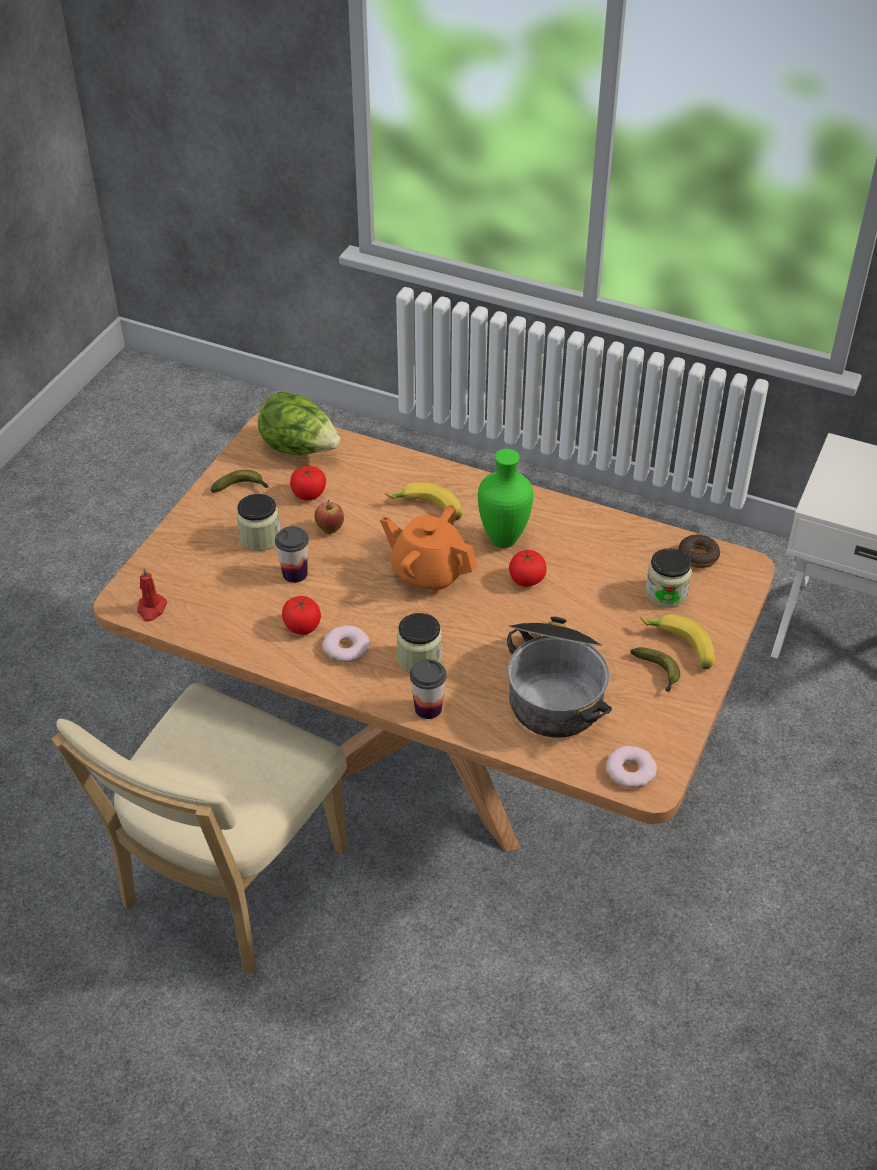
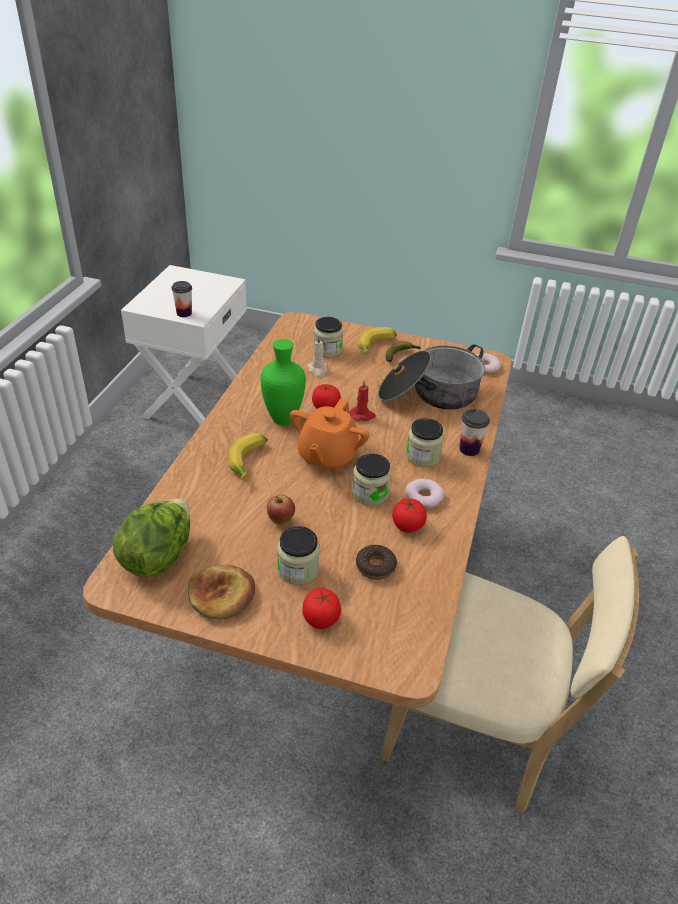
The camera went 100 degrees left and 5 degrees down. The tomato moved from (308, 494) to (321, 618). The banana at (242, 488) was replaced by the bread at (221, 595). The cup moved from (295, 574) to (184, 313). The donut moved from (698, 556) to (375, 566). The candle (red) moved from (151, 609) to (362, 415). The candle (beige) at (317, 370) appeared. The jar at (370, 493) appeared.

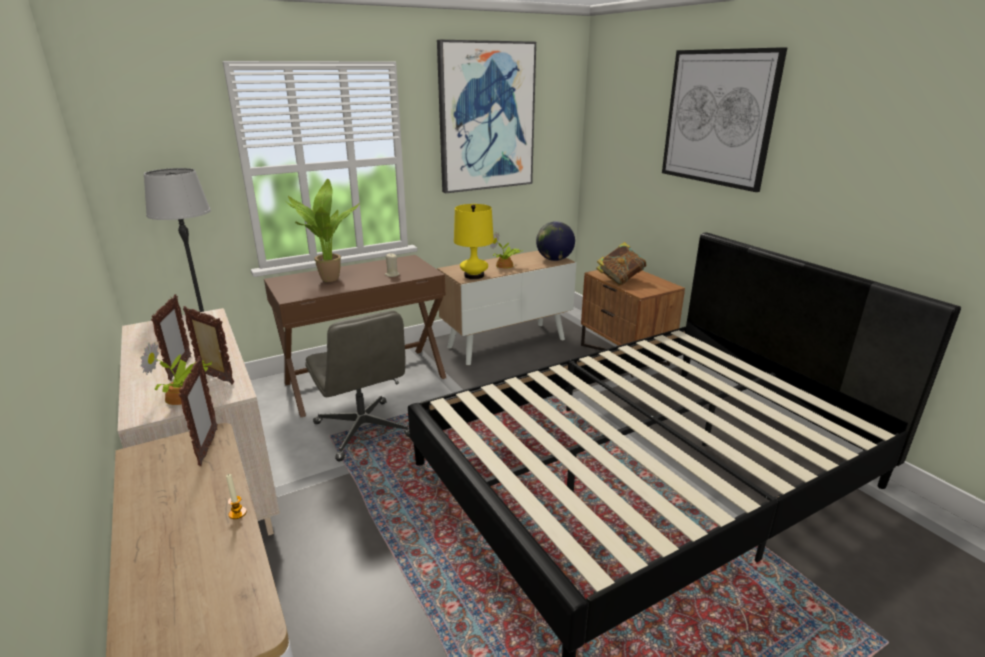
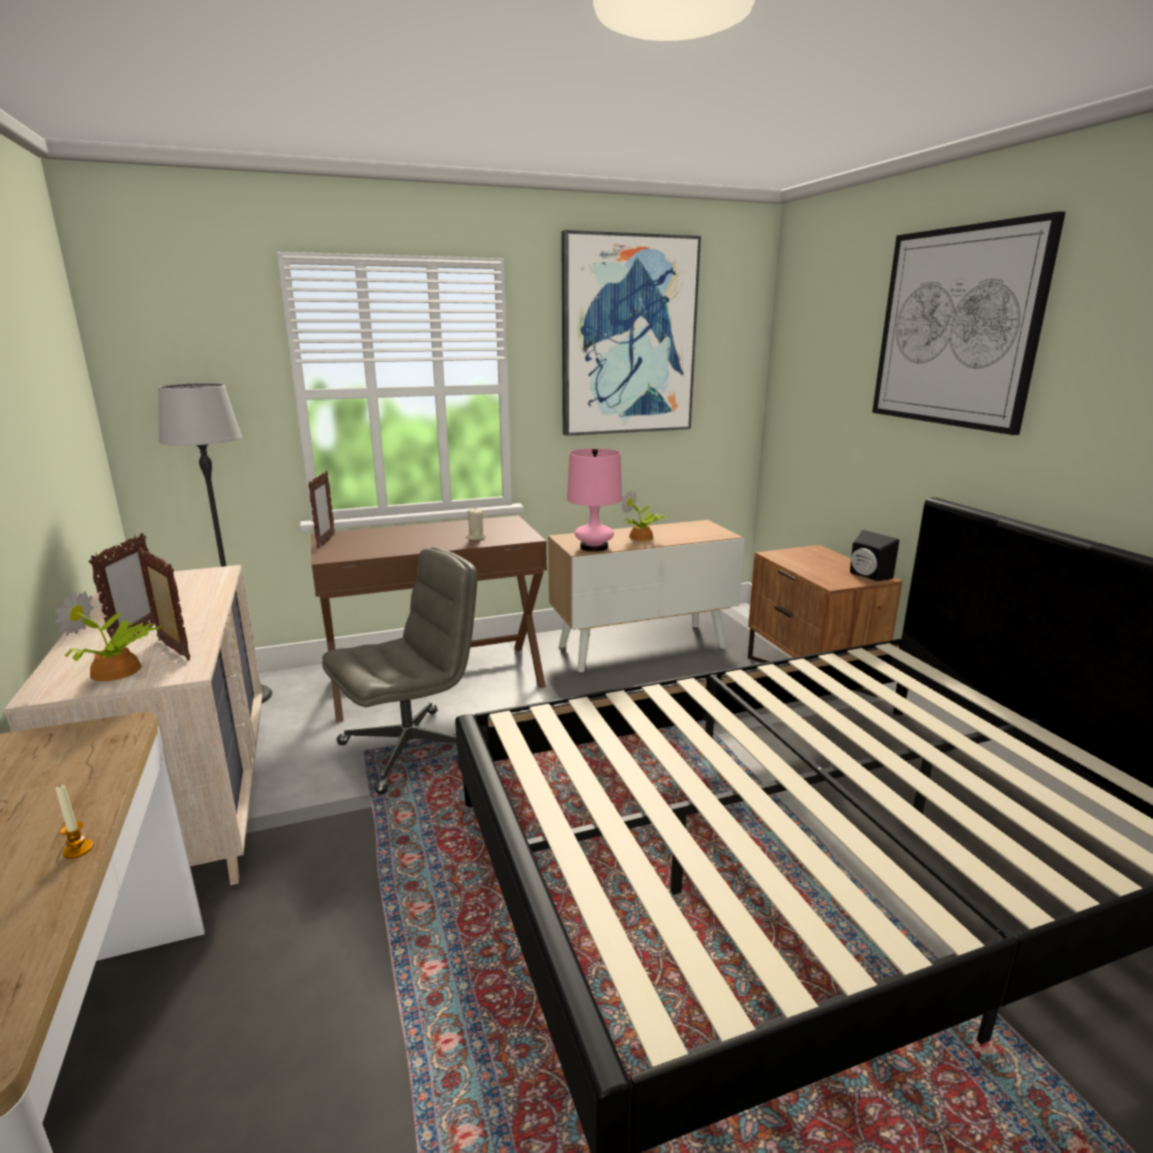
The camera went 10 degrees right and 5 degrees down. The potted plant at (327, 279) disappeared. The table lamp (yellow) at (474, 276) became the table lamp (pink) at (594, 547). The globe at (554, 259) disappeared. The book at (620, 280) disappeared. The office chair (grey) at (364, 430) turned 105 degrees counterclockwise. The picture frame moved from (208, 447) to (325, 542). The speaker (black) at (867, 576) appeared.

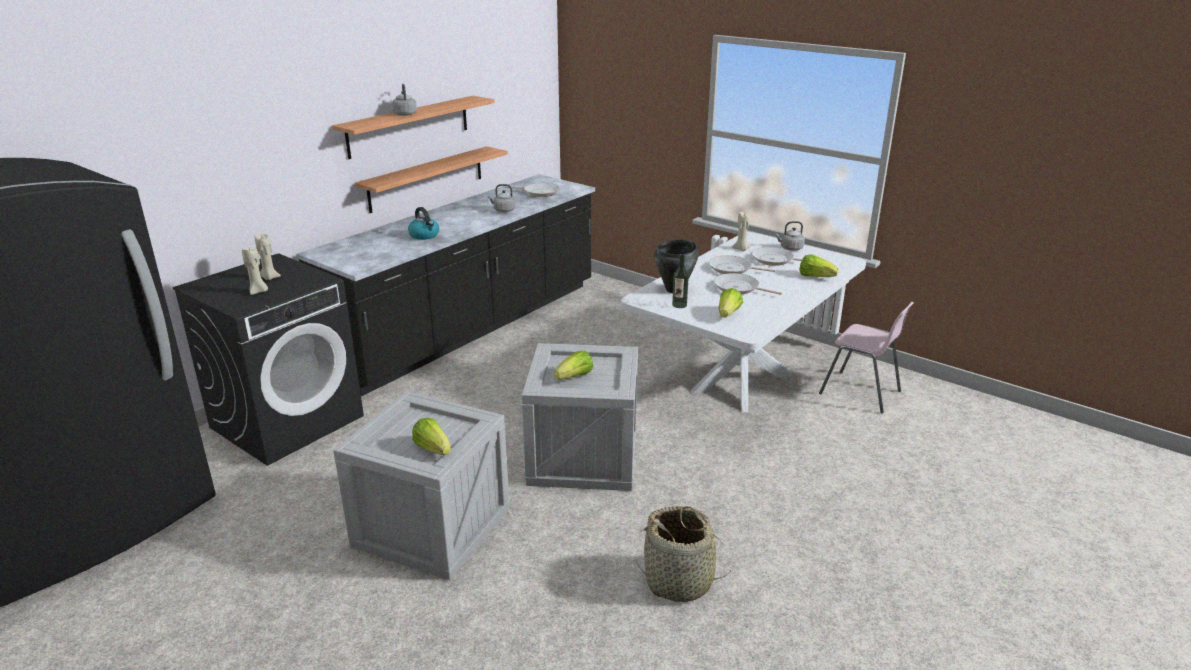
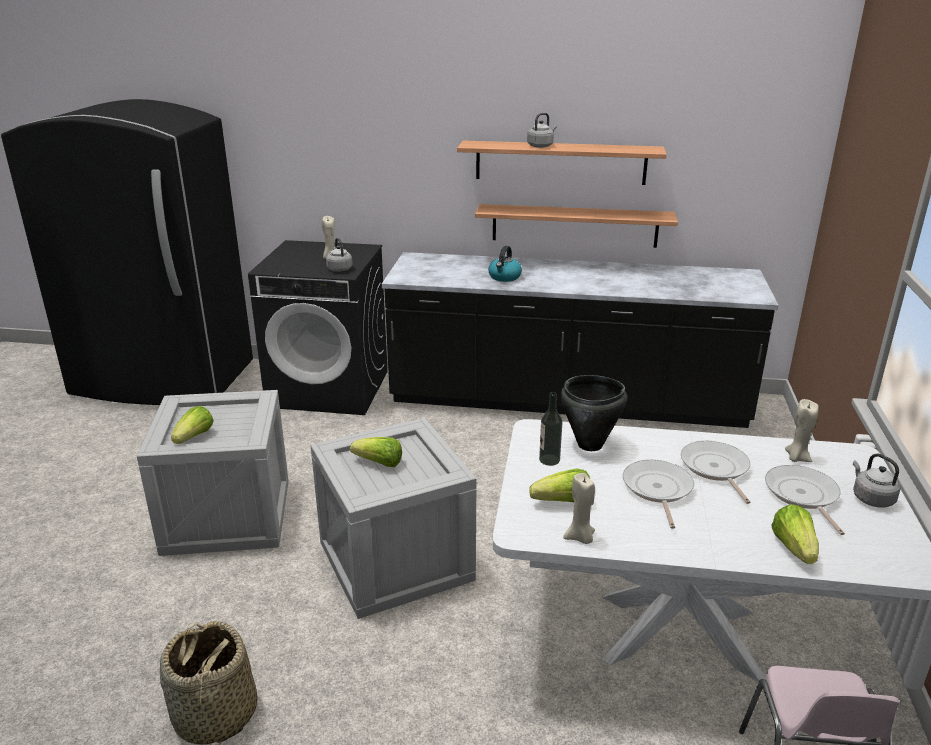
The camera went 60 degrees right and 0 degrees up. The frying pan at (539, 192) disappeared. The kettle (grey) moved from (503, 210) to (339, 269). The candle (beige) moved from (258, 292) to (580, 538).

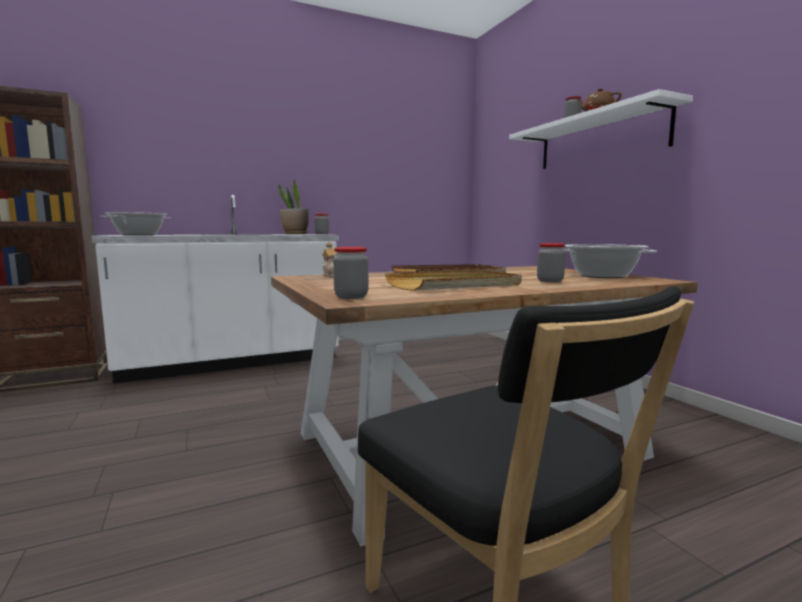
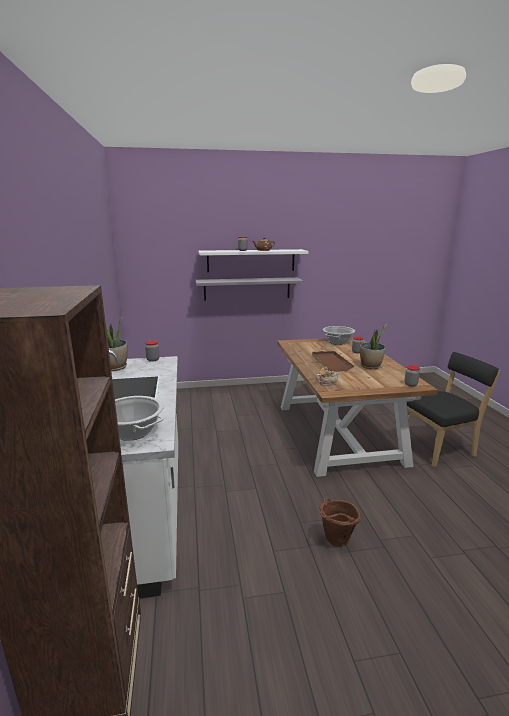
The camera went 75 degrees left and 10 degrees up. The tray (beige) at (455, 285) was replaced by the potted plant at (370, 366). The shelf (grey) at (247, 288) appeared. The bucket (brown) at (335, 542) appeared.

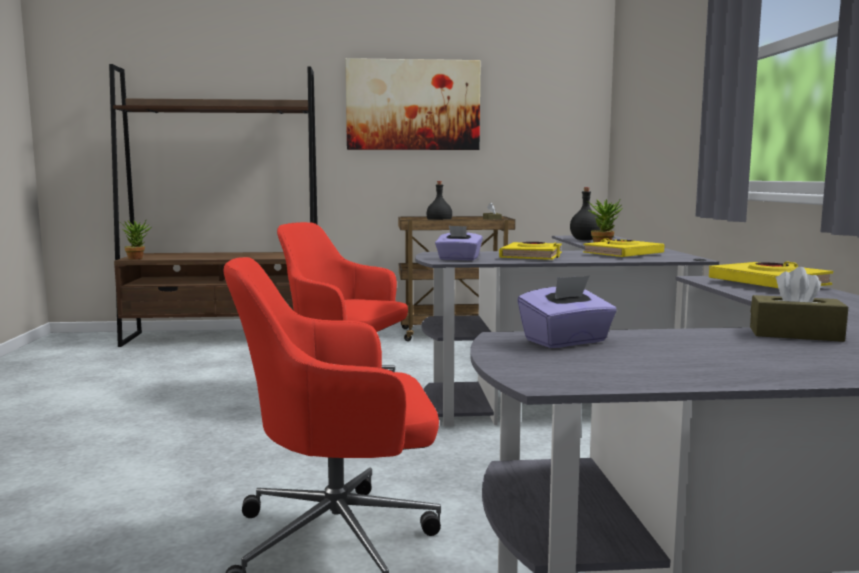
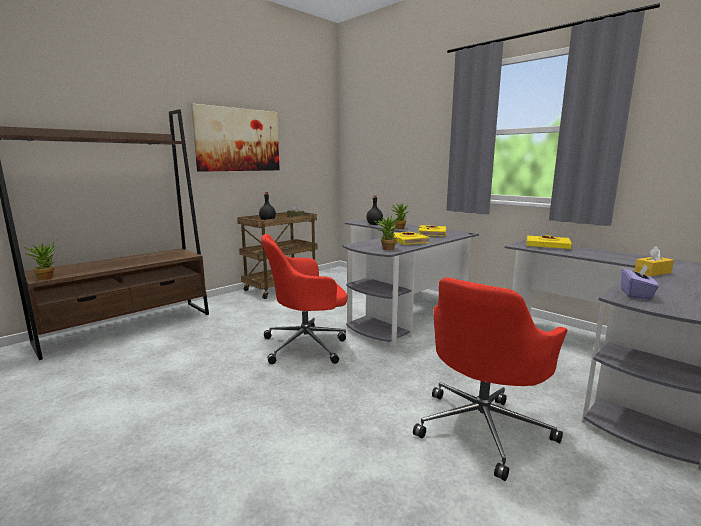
The camera went 40 degrees left and 5 degrees up. The tissue box (purple) at (458, 259) was replaced by the potted plant at (386, 248). The tissue box (brown) at (795, 334) became the tissue box (yellow) at (652, 272).

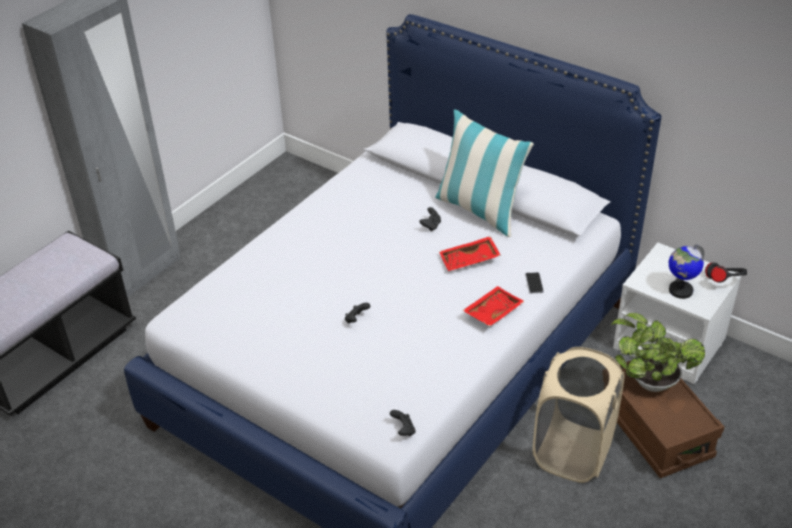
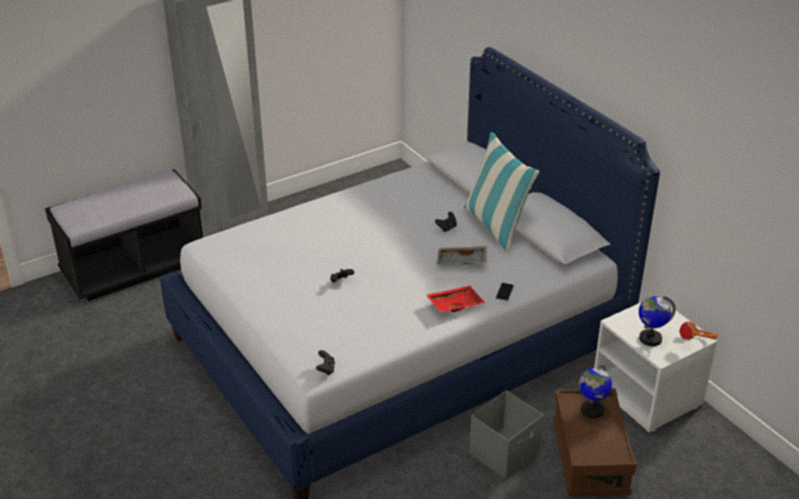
The camera went 20 degrees right and 5 degrees down. The tray (red) at (469, 260) became the tray (grey) at (461, 262). The headphones (black) at (724, 282) became the headphones (orange) at (696, 342). The potted plant at (649, 381) was replaced by the globe at (592, 410). The laundry basket (beige) at (572, 452) was replaced by the storage box (grey) at (505, 453).

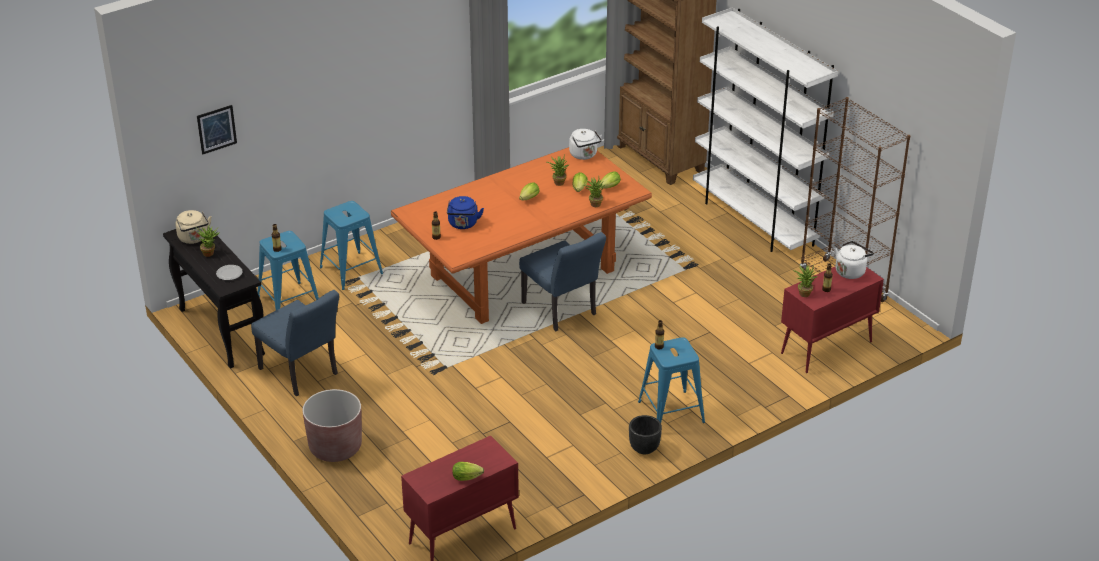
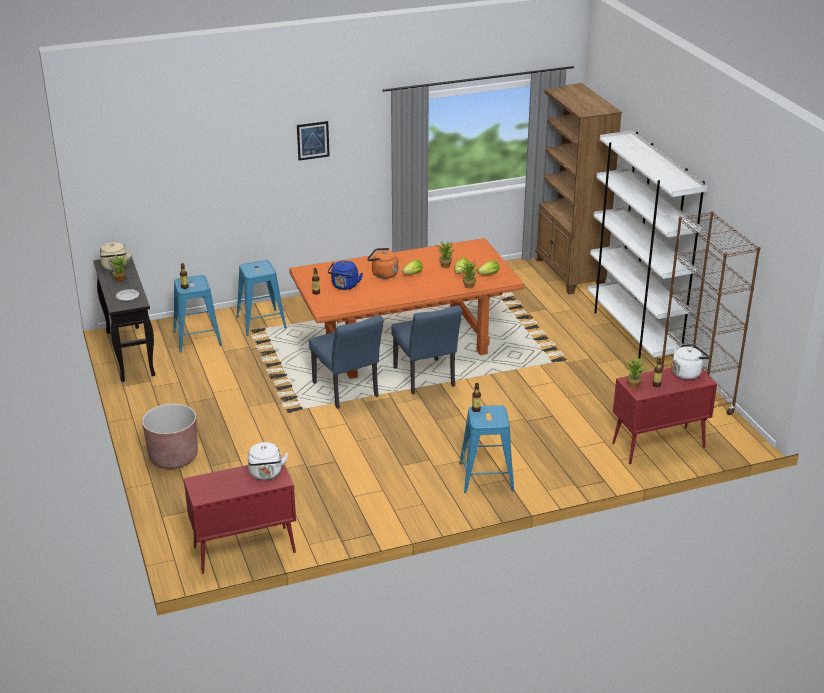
The camera went 15 degrees right and 5 degrees down. The picture moved from (216, 129) to (313, 140). The kettle (white) moved from (584, 155) to (266, 474). The chair (blue) moved from (302, 374) to (348, 392). The planter (black) at (644, 448) disappeared. The lettuce at (468, 477) disappeared. The kettle (orange) at (383, 274) appeared.

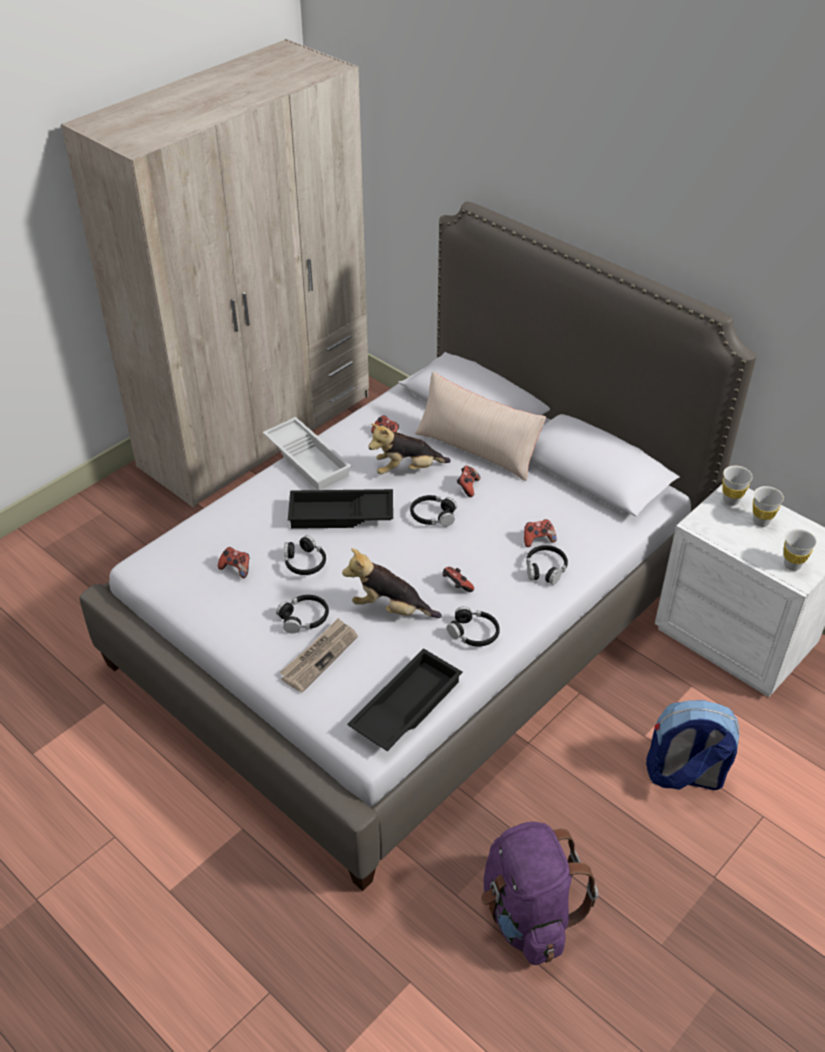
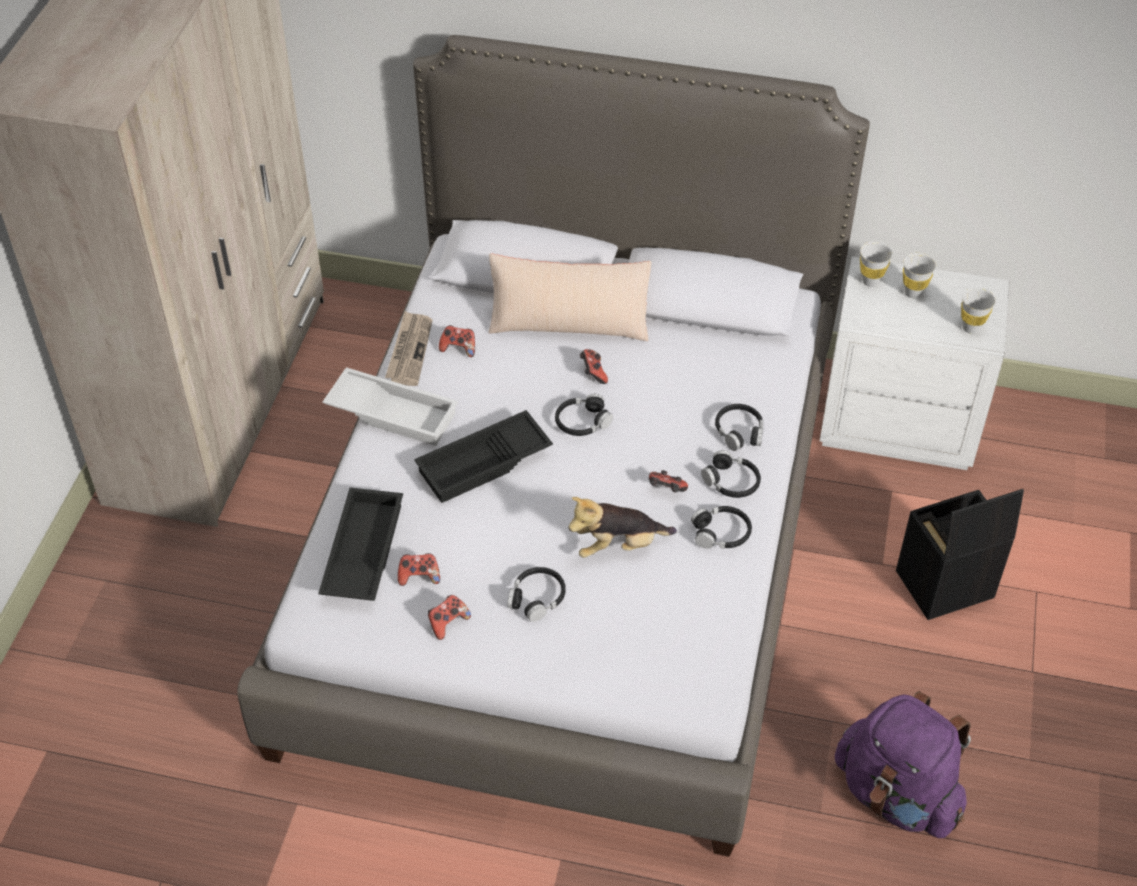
The camera went 30 degrees left and 5 degrees up. The plush toy at (407, 470) disappeared. The game controller moved from (538, 539) to (447, 623). The headphones (black) moved from (304, 562) to (731, 482). The newspaper moved from (319, 656) to (409, 351). The tray (black) moved from (405, 705) to (361, 552). The backpack at (684, 775) was replaced by the storage box (black) at (943, 586).

